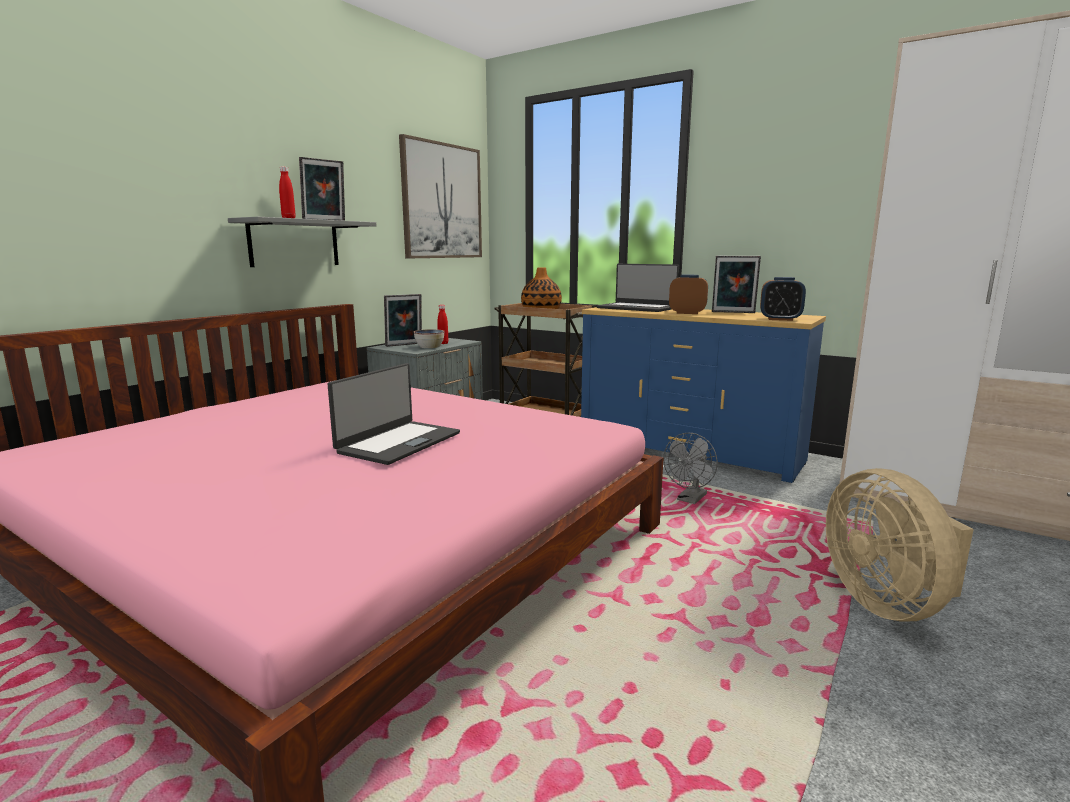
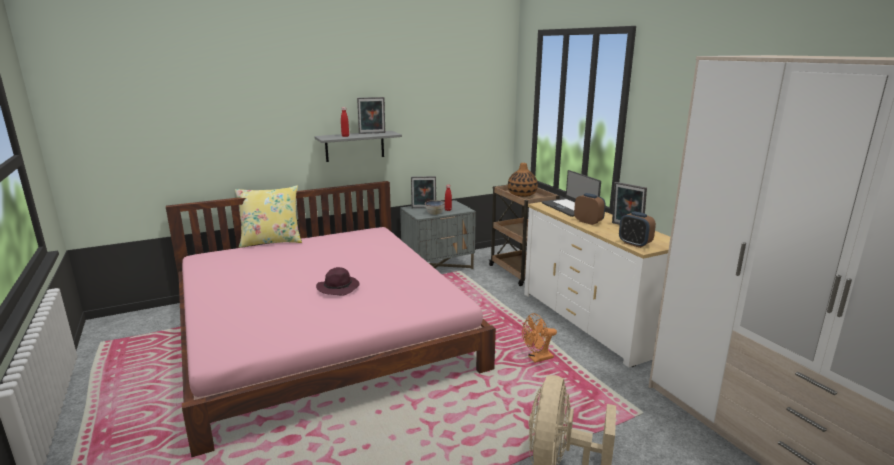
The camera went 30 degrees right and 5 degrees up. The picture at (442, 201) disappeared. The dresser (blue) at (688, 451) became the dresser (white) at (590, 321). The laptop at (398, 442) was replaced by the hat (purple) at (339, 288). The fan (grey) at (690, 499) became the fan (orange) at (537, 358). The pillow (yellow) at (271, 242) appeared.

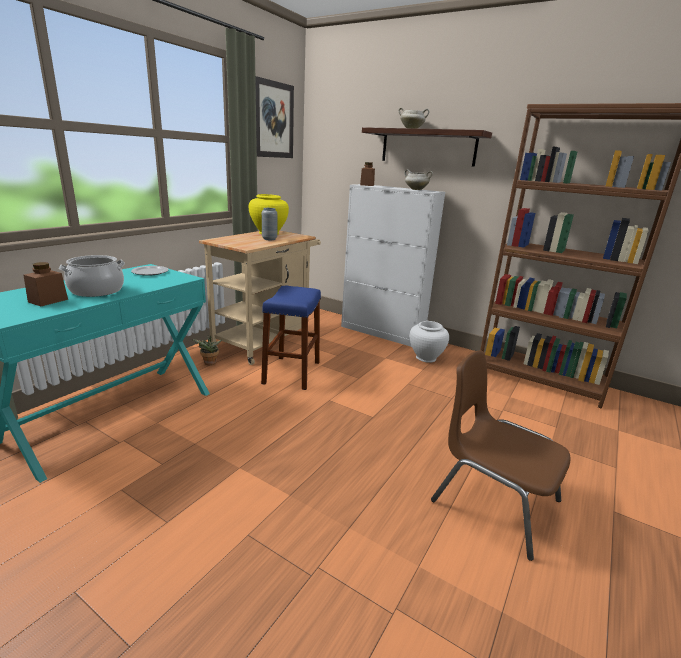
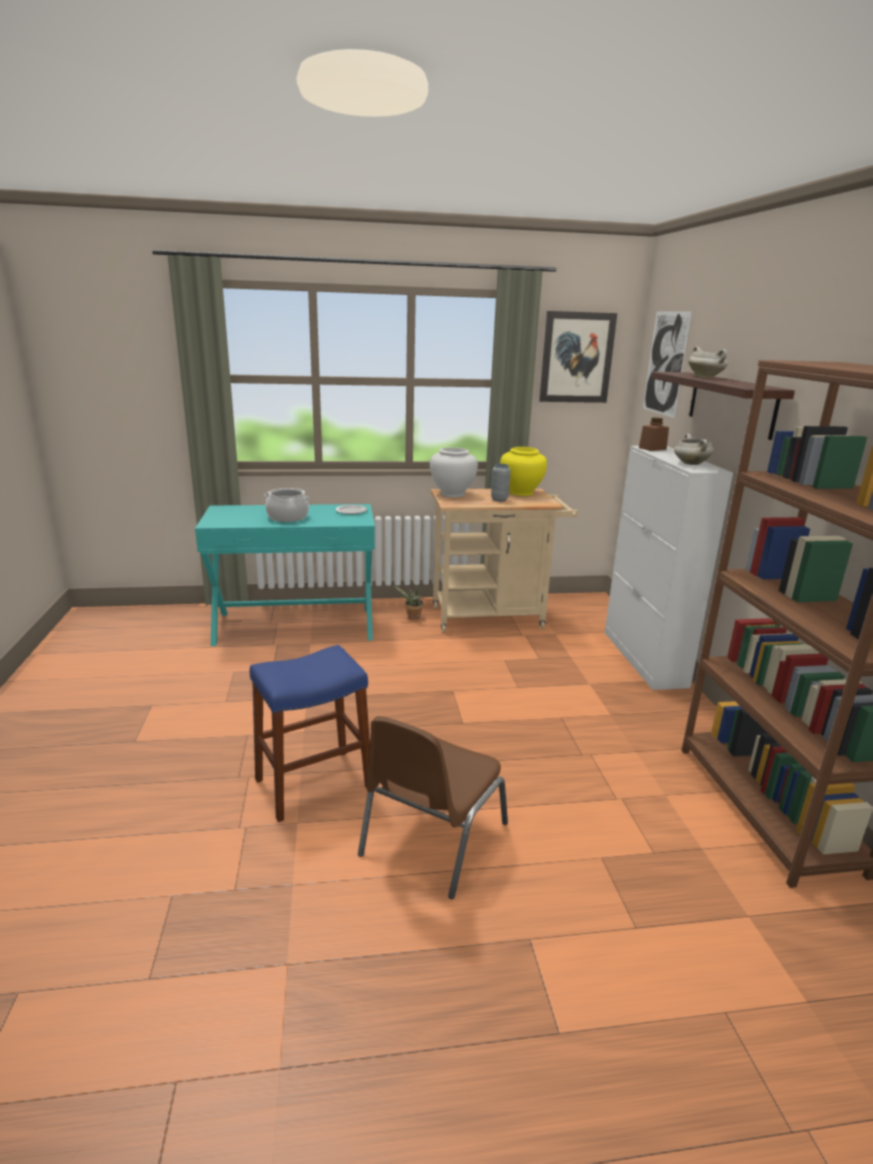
The camera went 50 degrees right and 0 degrees up. The jar (brown) at (48, 300) disappeared. The stool (blue) moved from (292, 372) to (313, 784). The vase (white) moved from (426, 358) to (452, 494). The chair (brown) at (493, 500) turned 150 degrees counterclockwise. The picture at (665, 363) appeared.

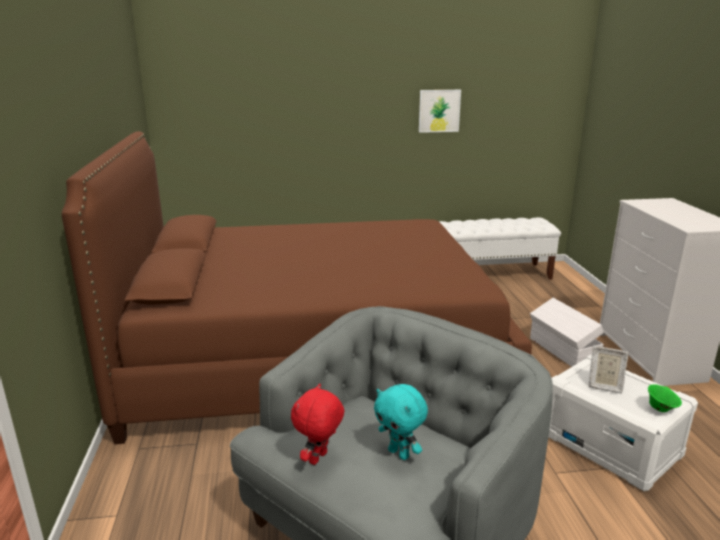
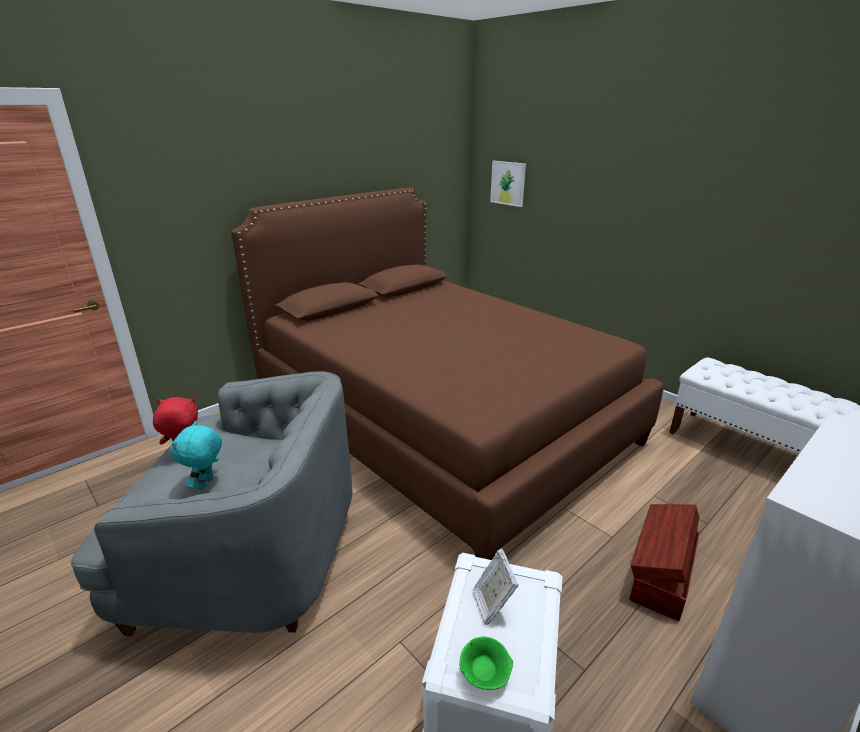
The camera went 55 degrees right and 5 degrees up. The picture moved from (439, 111) to (508, 183). The storage box (white) at (563, 350) became the storage box (brown) at (660, 575).

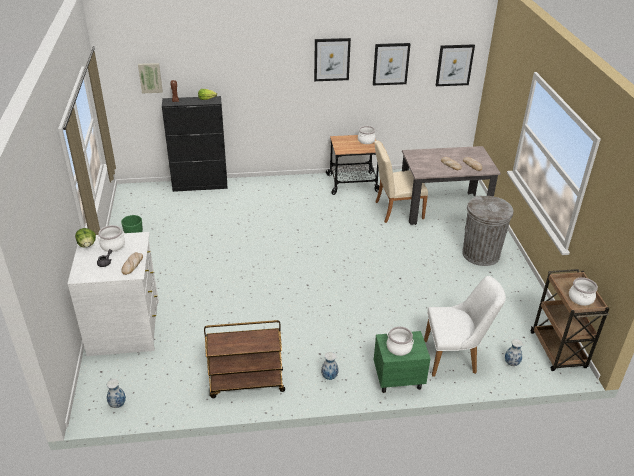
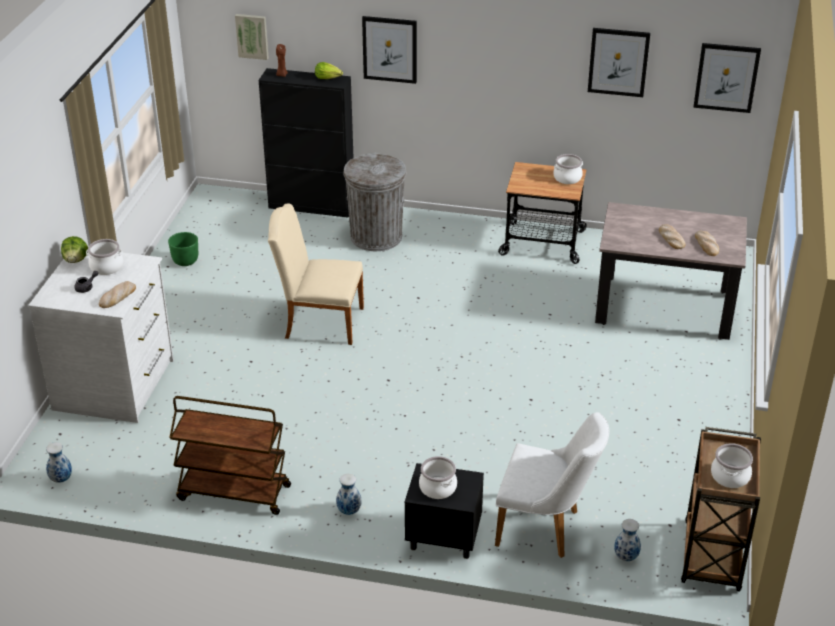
The camera went 20 degrees right and 0 degrees up. The picture moved from (331, 59) to (390, 49). The chair (beige) moved from (395, 210) to (318, 322). The trash can (grey) moved from (481, 254) to (376, 237). The nightstand (green) at (397, 379) became the nightstand (black) at (442, 537).

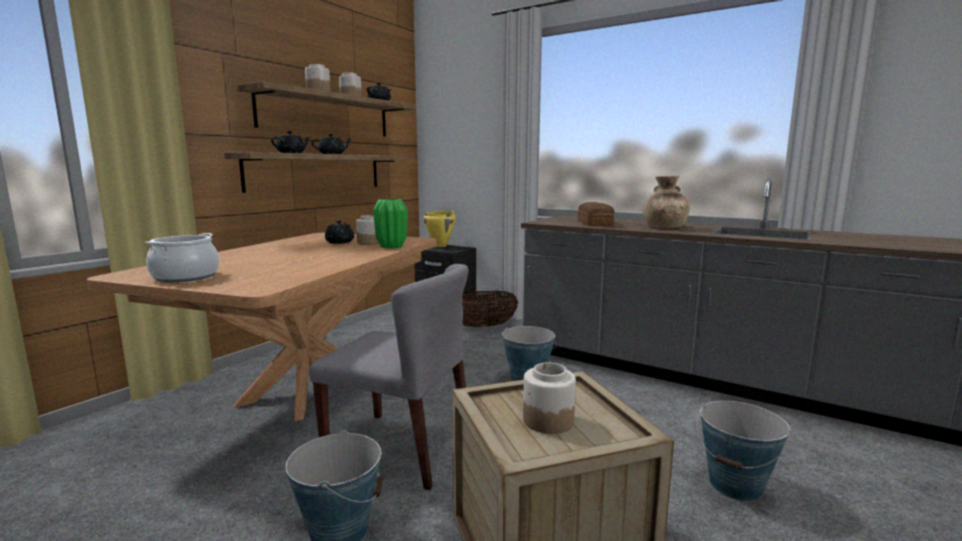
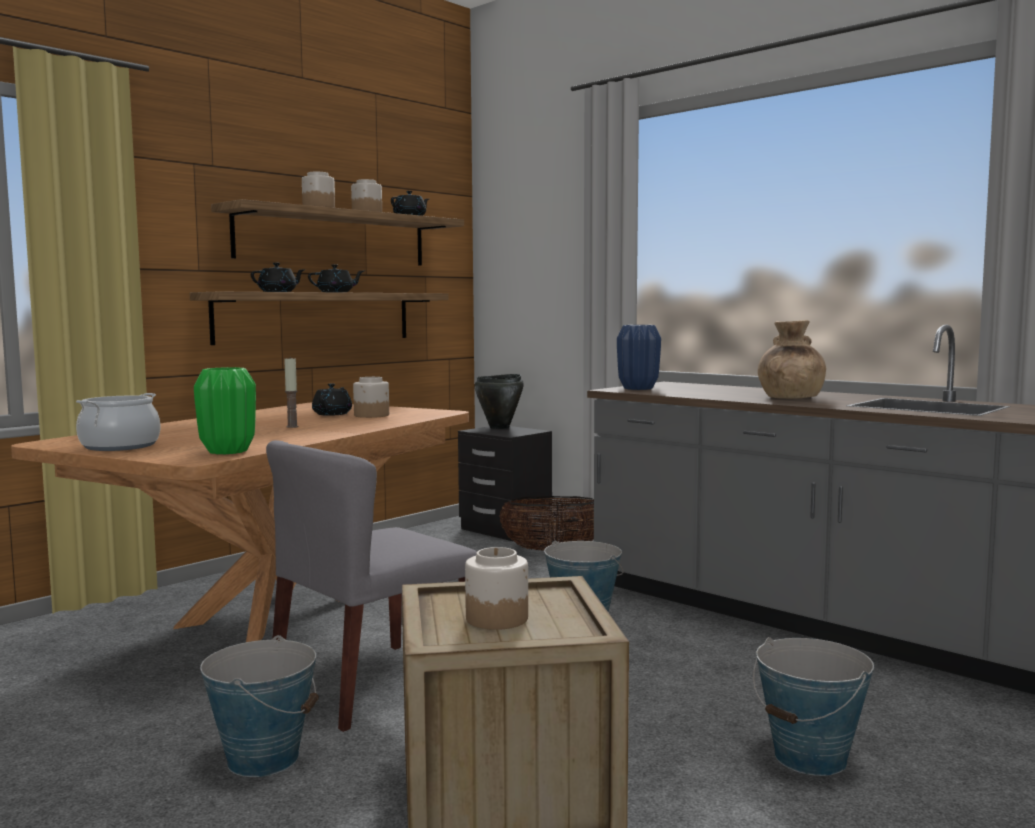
The camera went 10 degrees right and 5 degrees down. The vase (green) moved from (391, 246) to (227, 451). The bread at (595, 223) disappeared. The cooking pot (yellow) at (440, 246) became the cooking pot (black) at (500, 427). The chair (grey) at (401, 448) turned 105 degrees clockwise. The vase (blue) at (637, 388) appeared. The candle at (292, 427) appeared.

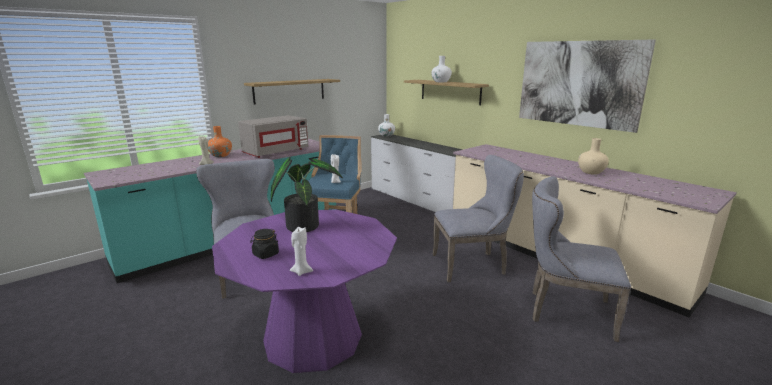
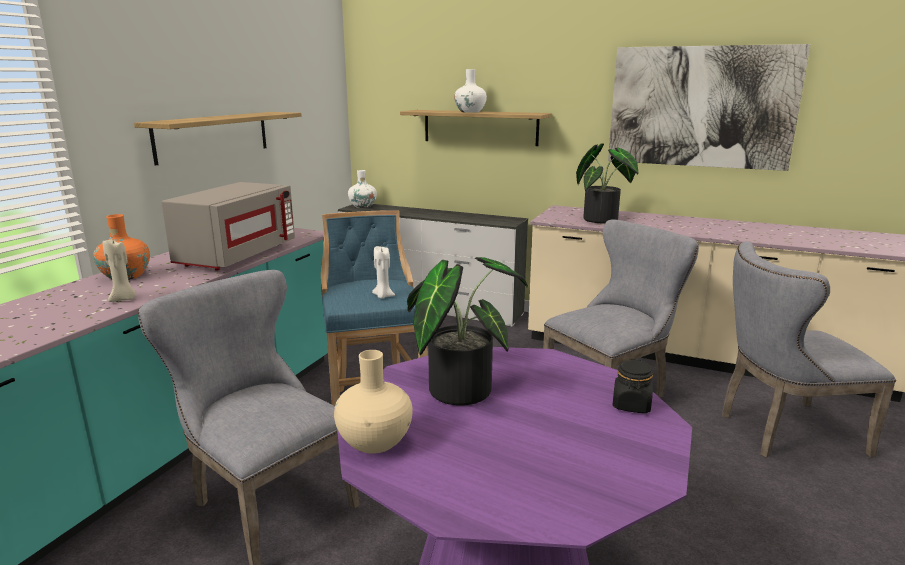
The camera went 25 degrees left and 0 degrees up. The vase (beige) moved from (591, 172) to (374, 441). The candle (white) at (301, 271) disappeared. The jar (black) moved from (265, 254) to (631, 405). The potted plant at (604, 220) appeared.

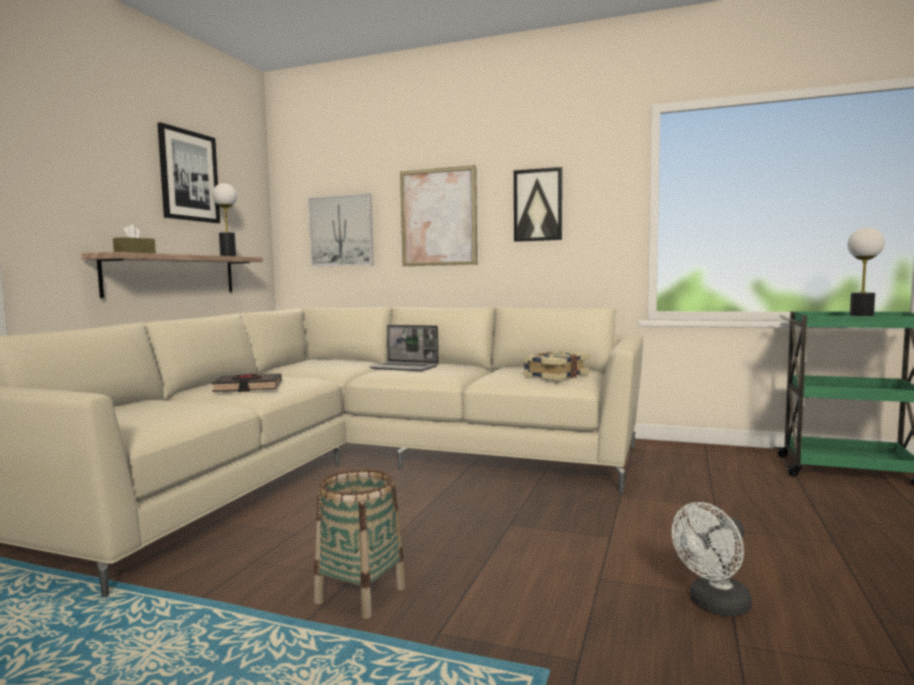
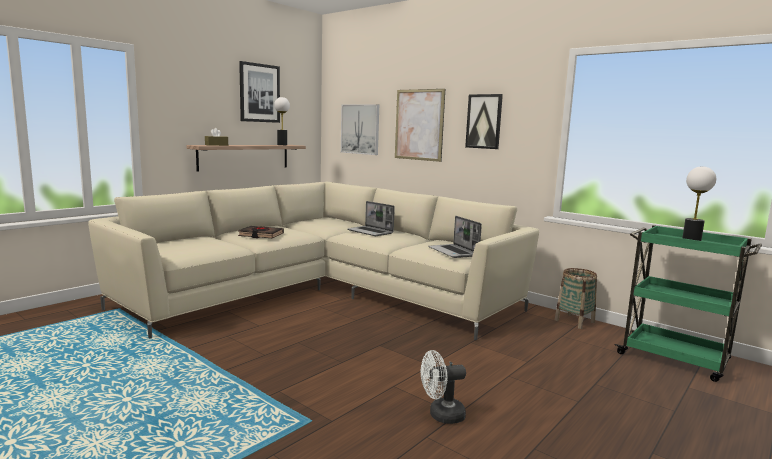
The camera went 20 degrees right and 5 degrees up. The book at (555, 376) was replaced by the laptop at (454, 252). The basket moved from (361, 595) to (574, 321).

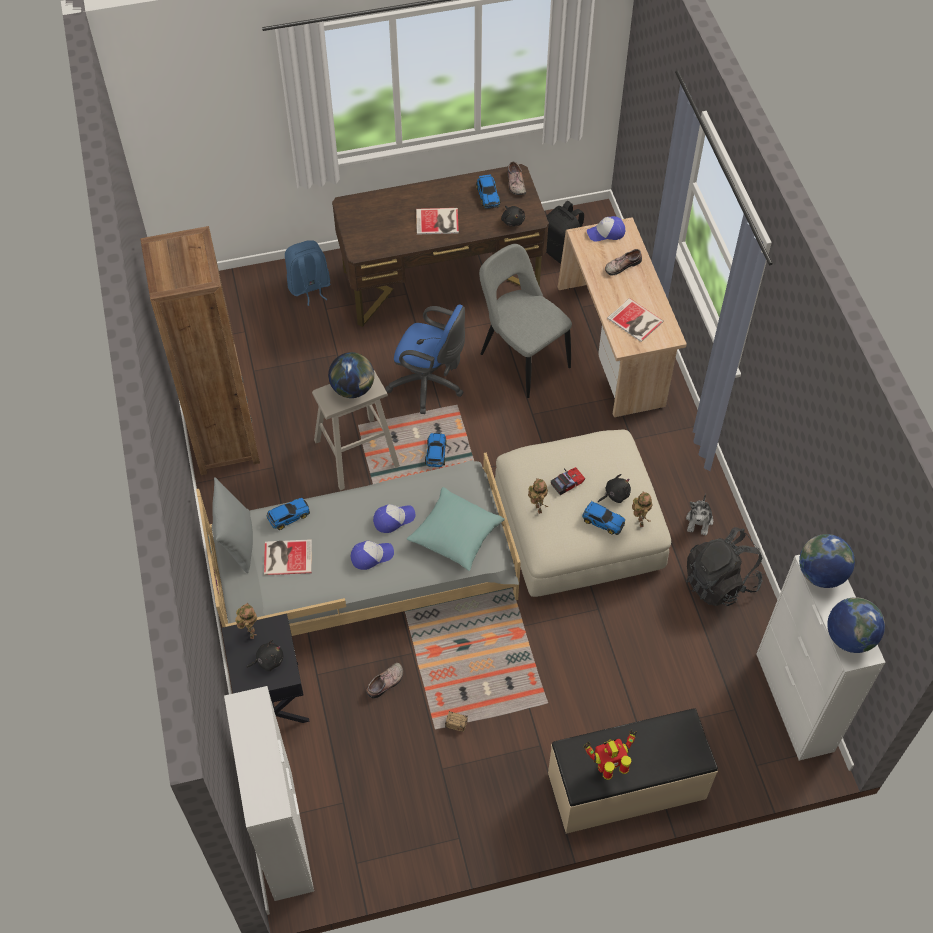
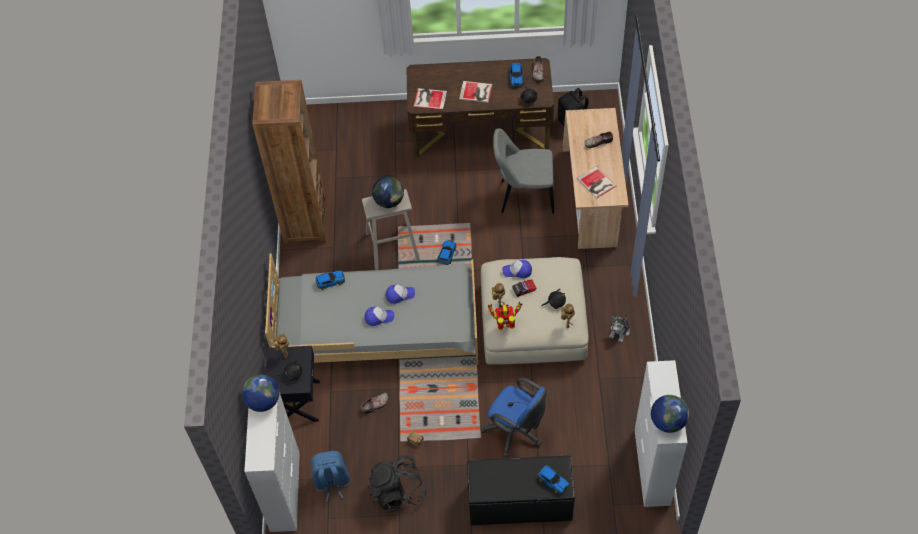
The camera went 15 degrees right and 0 degrees up. The cap moved from (606, 233) to (517, 271). The backpack (blue) moved from (309, 287) to (331, 482). The chair (grey) at (522, 358) turned 60 degrees counterclockwise. The office chair (blue) moved from (429, 385) to (516, 431). The pillow (grey) at (237, 542) disappeared. The pillow (turquoise) at (455, 535) disappeared. The toy car moved from (602, 520) to (552, 481). The backpack (black) moved from (720, 581) to (397, 491). The globe moved from (821, 574) to (263, 401). The book moved from (286, 556) to (429, 98). The bench (beige) at (627, 787) became the bench (black) at (520, 502). The toy robot moved from (608, 767) to (505, 326).

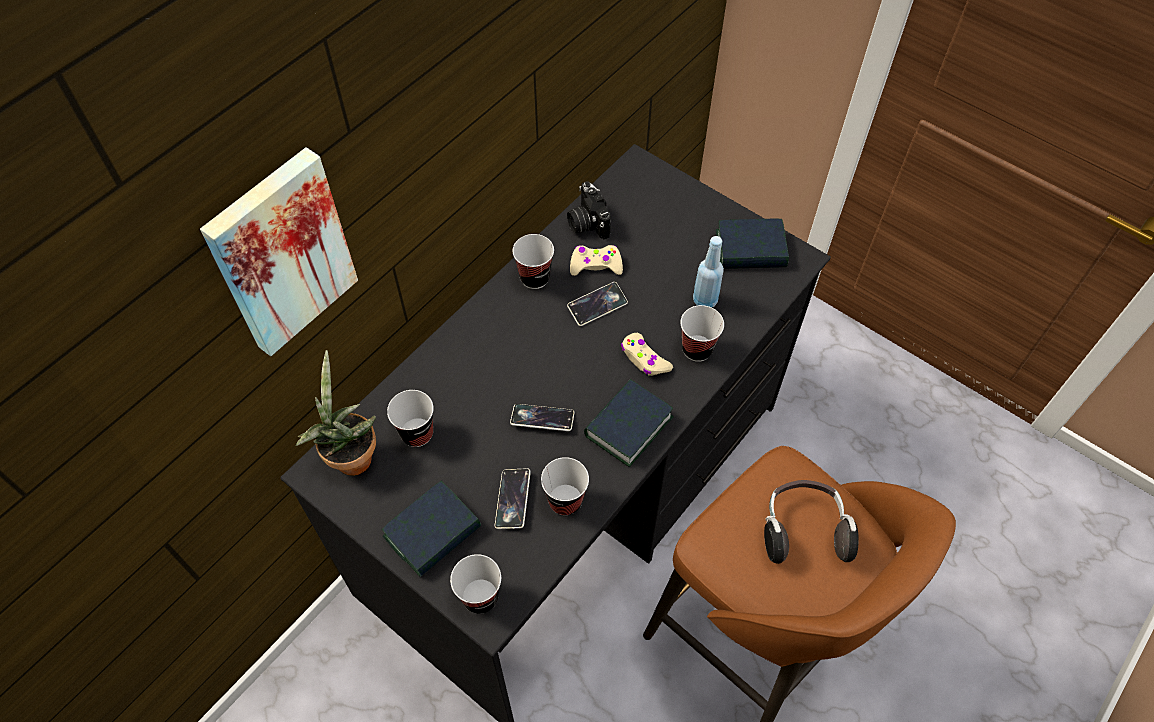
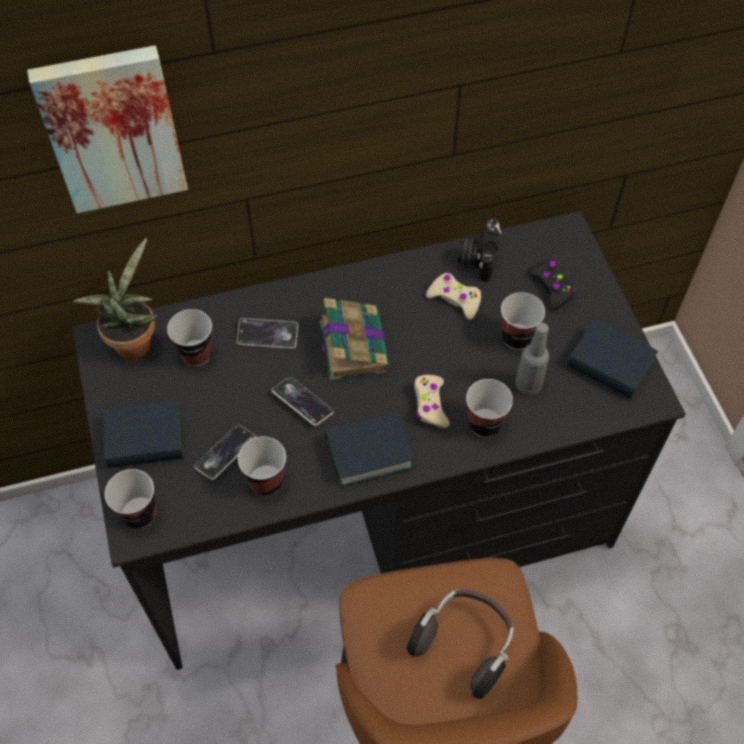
The camera went 35 degrees right and 0 degrees up. The cup moved from (534, 278) to (517, 337). The bottle (blue) at (705, 300) became the bottle (grey) at (528, 385). The phone moved from (597, 306) to (267, 336). The game controller (black) at (551, 287) appeared. The book at (353, 344) appeared.

